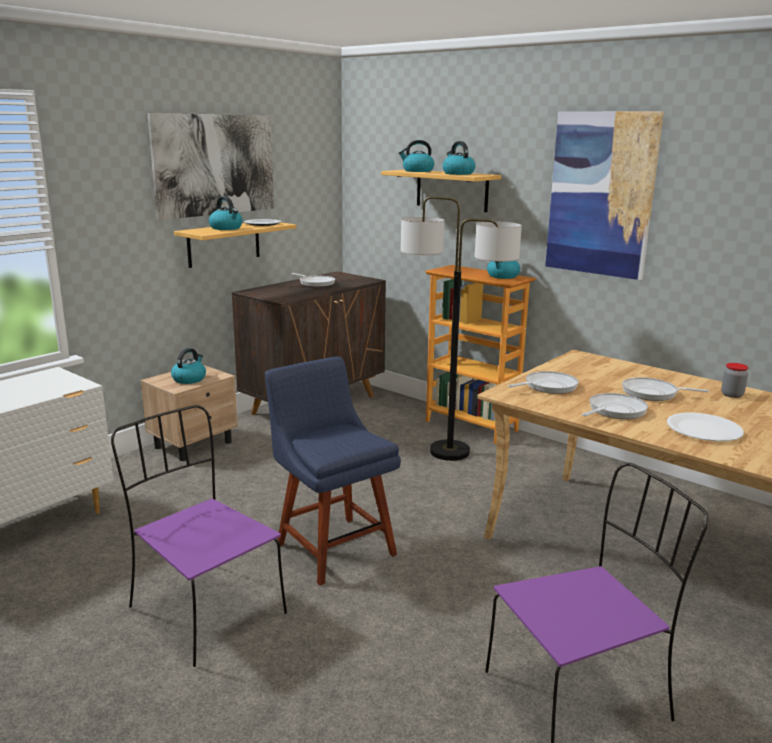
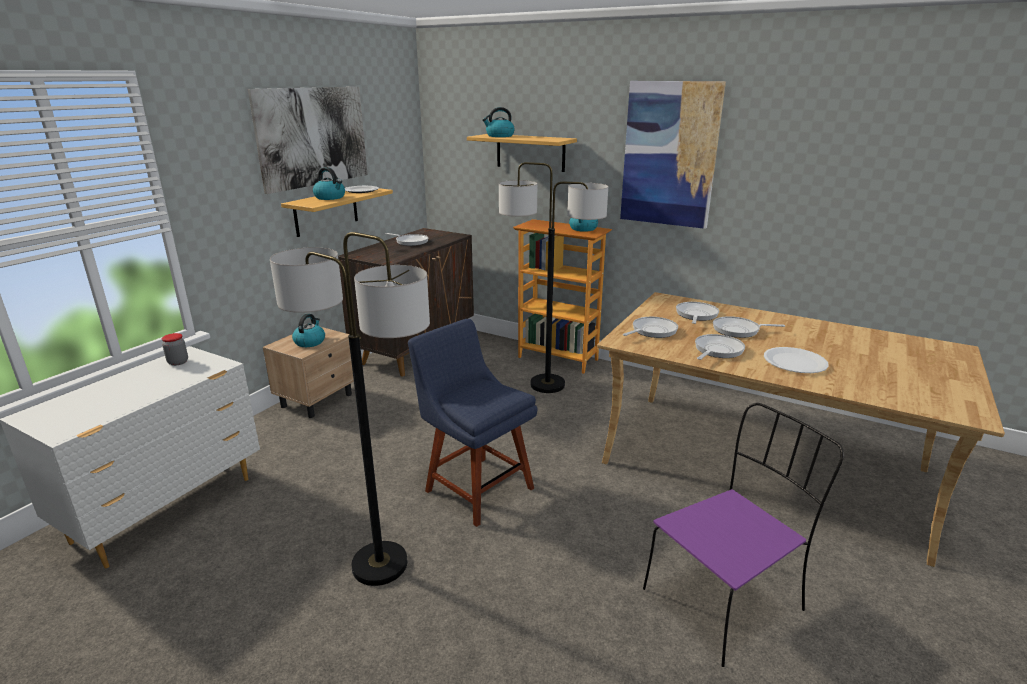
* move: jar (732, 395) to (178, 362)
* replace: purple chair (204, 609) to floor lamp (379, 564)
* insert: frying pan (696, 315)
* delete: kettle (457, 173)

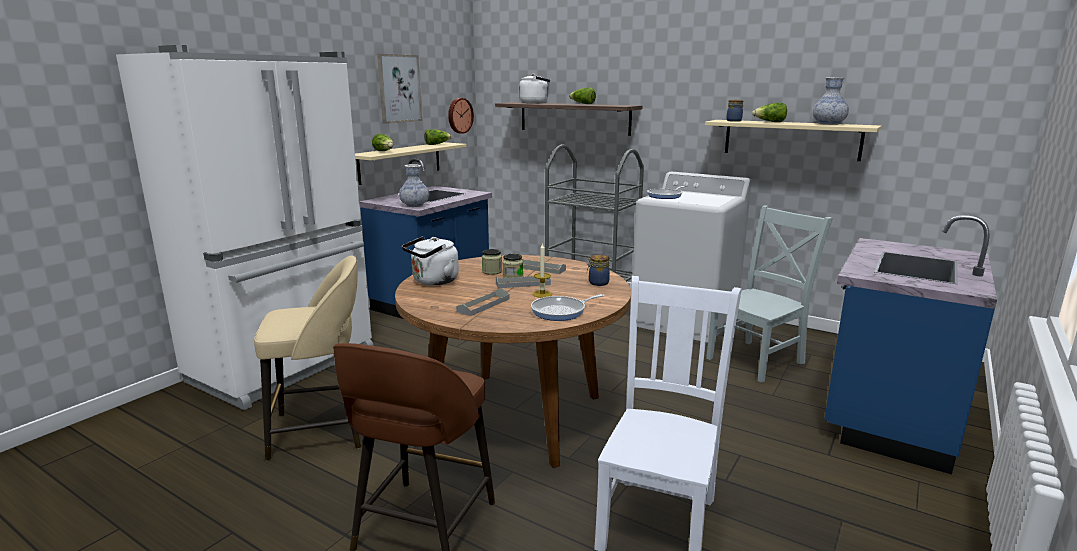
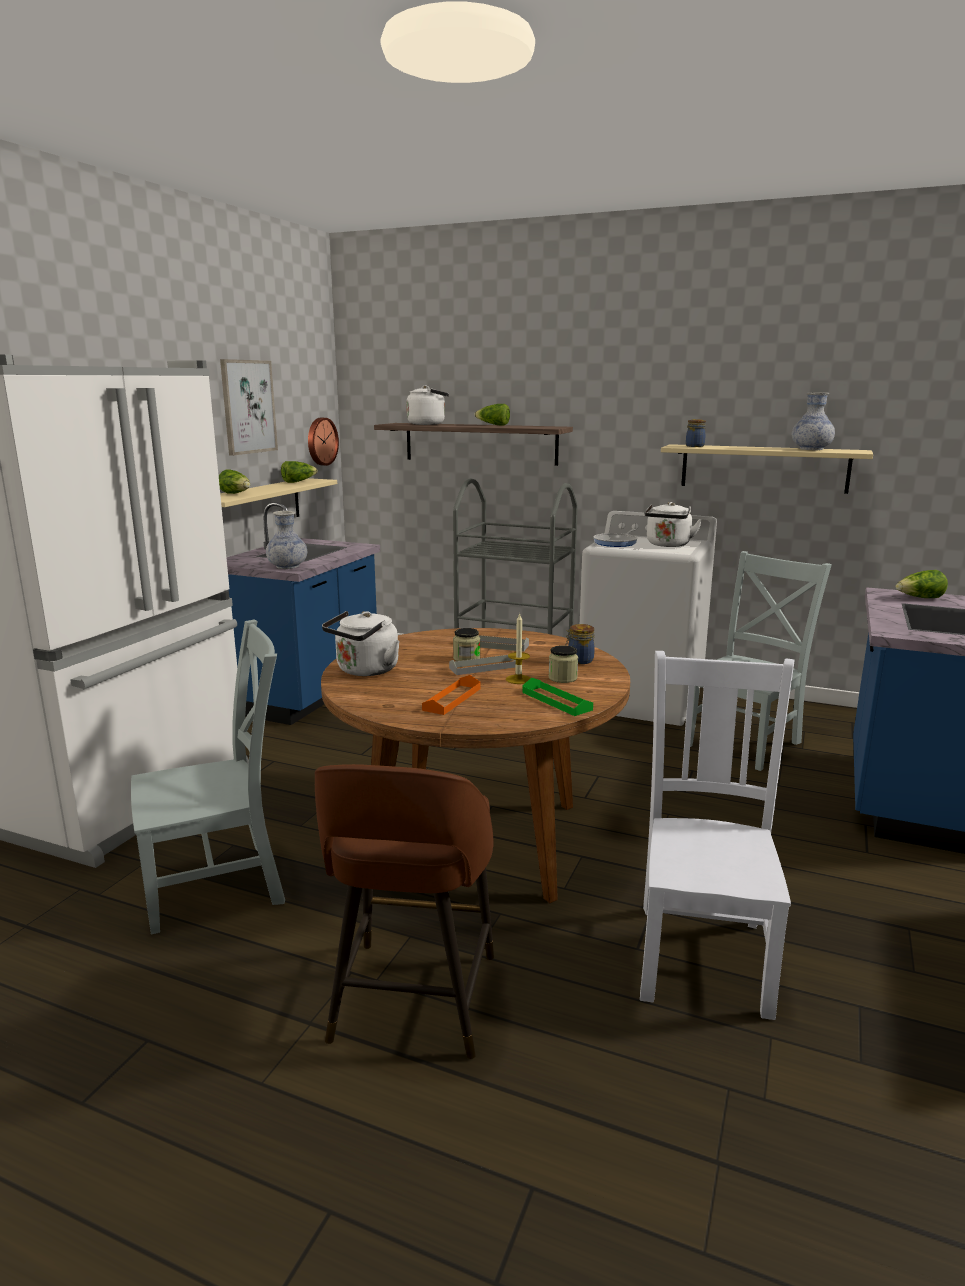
* replace: beige stool (322, 430) to grey chair (221, 885)
* recolor: grey tray (483, 305) to orange tray (452, 699)
* replace: frying pan (561, 311) to green tray (556, 701)
* move: jar (492, 271) to (562, 678)
* insert: white kettle (668, 545)
* move: lettuce (769, 122) to (919, 598)

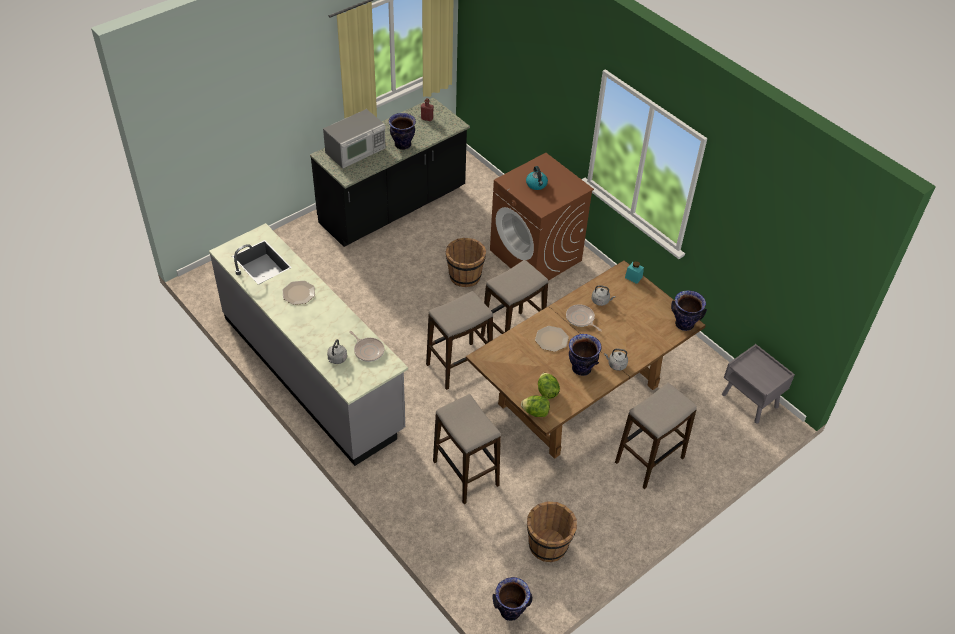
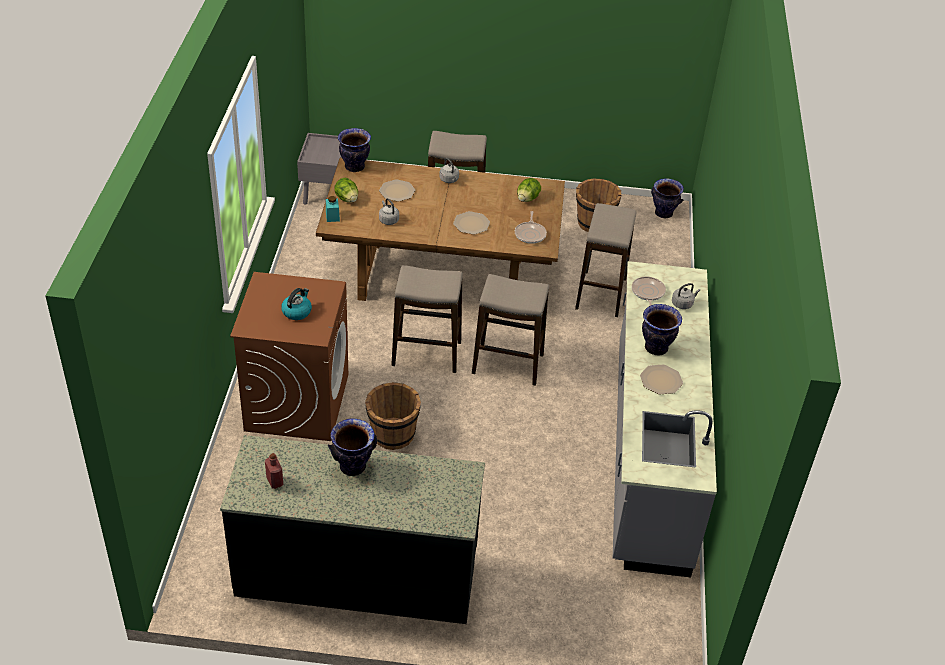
* move: lettuce (535, 412) to (347, 199)
* insert: plate (397, 191)
* move: frying pan (581, 319) to (530, 234)
* move: vase (581, 368) to (655, 348)
* delete: microwave (356, 151)

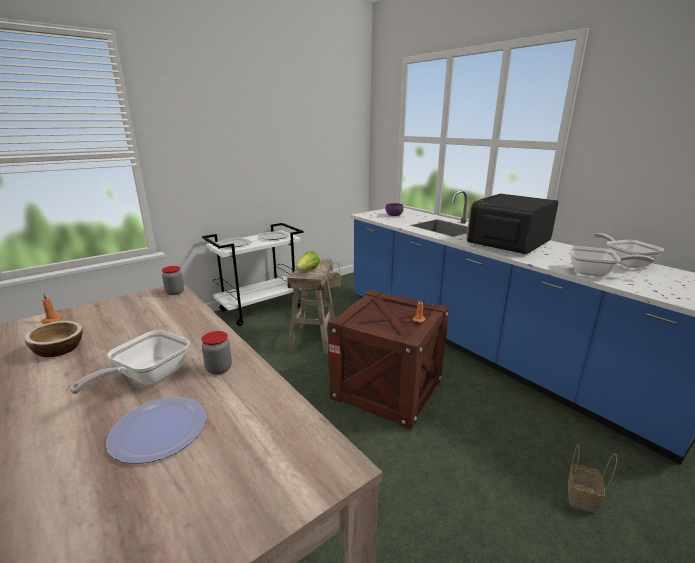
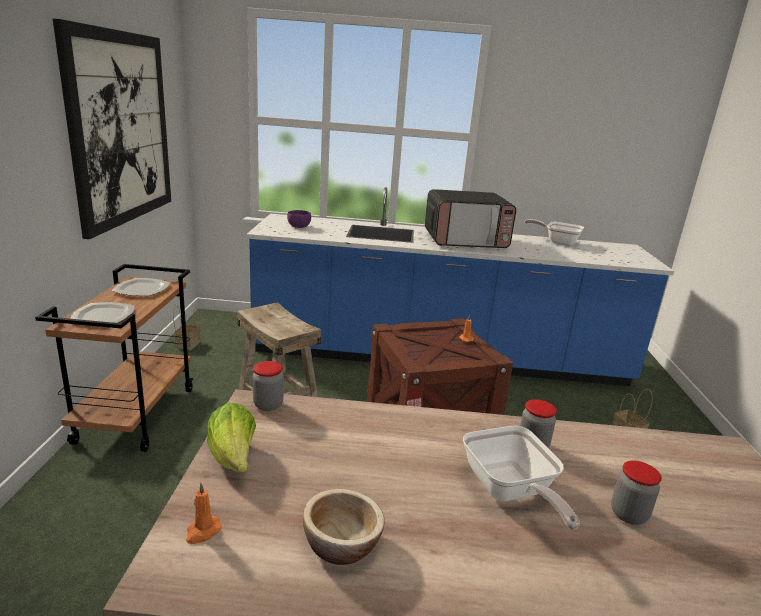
* recolor: white cart (261, 308) to brown cart (136, 414)
* insert: picture (121, 129)
* move: lettuce (307, 271) to (233, 458)
* rotate: microwave (508, 243) = (465, 240) 90 degrees counterclockwise
* replace: plate (159, 430) to jar (628, 514)
* delete: frying pan (595, 273)

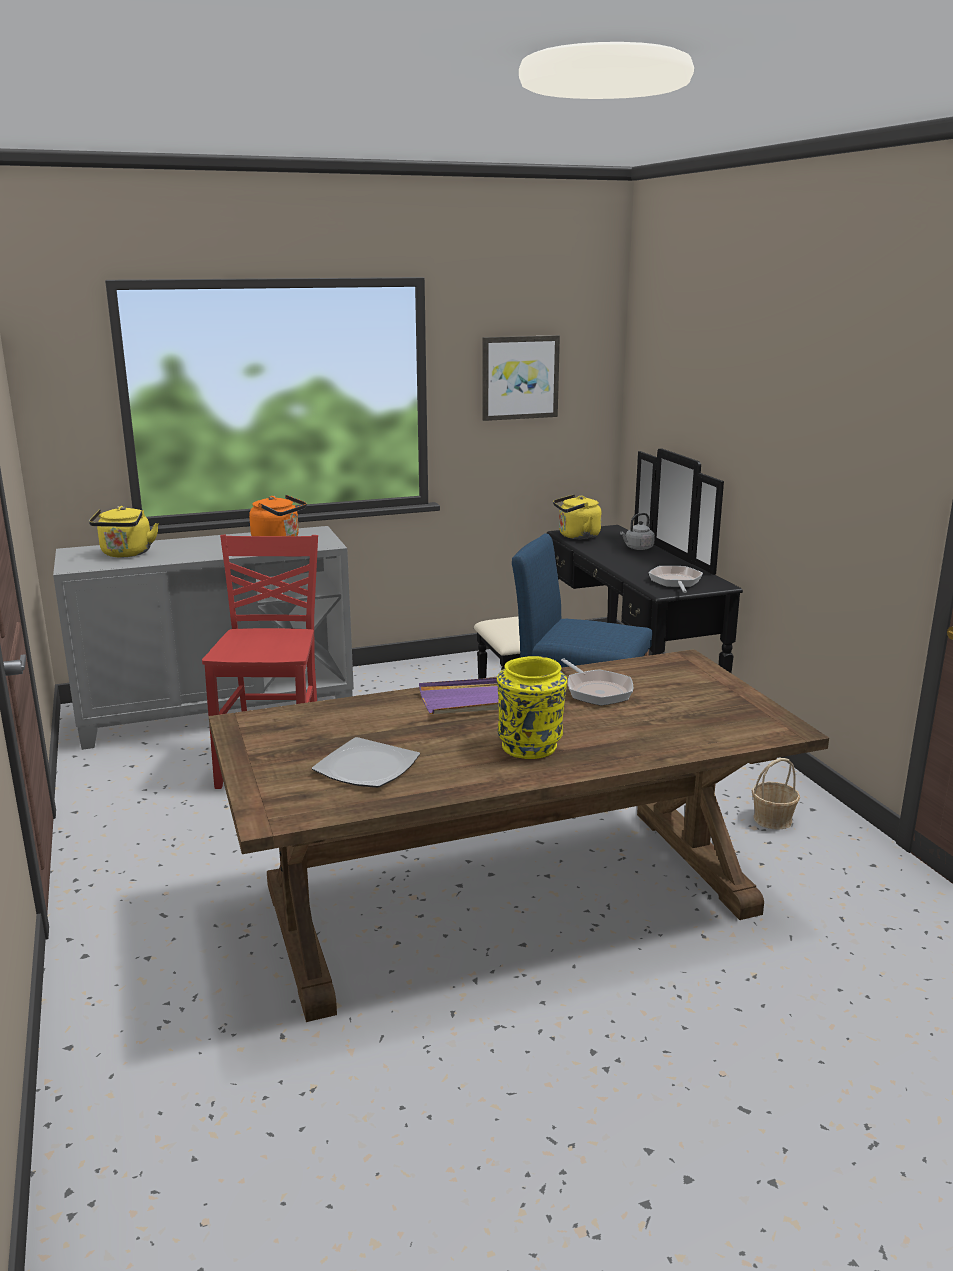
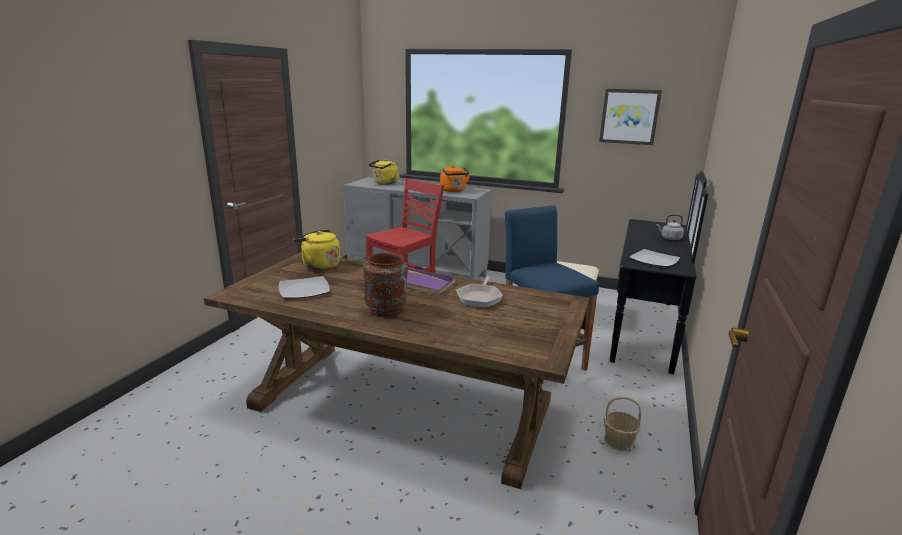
* move: yellow kettle (576, 536) to (319, 265)
* recolor: yellow vase (530, 746) to brown vase (386, 309)
* replace: frying pan (675, 582) to plate (653, 260)

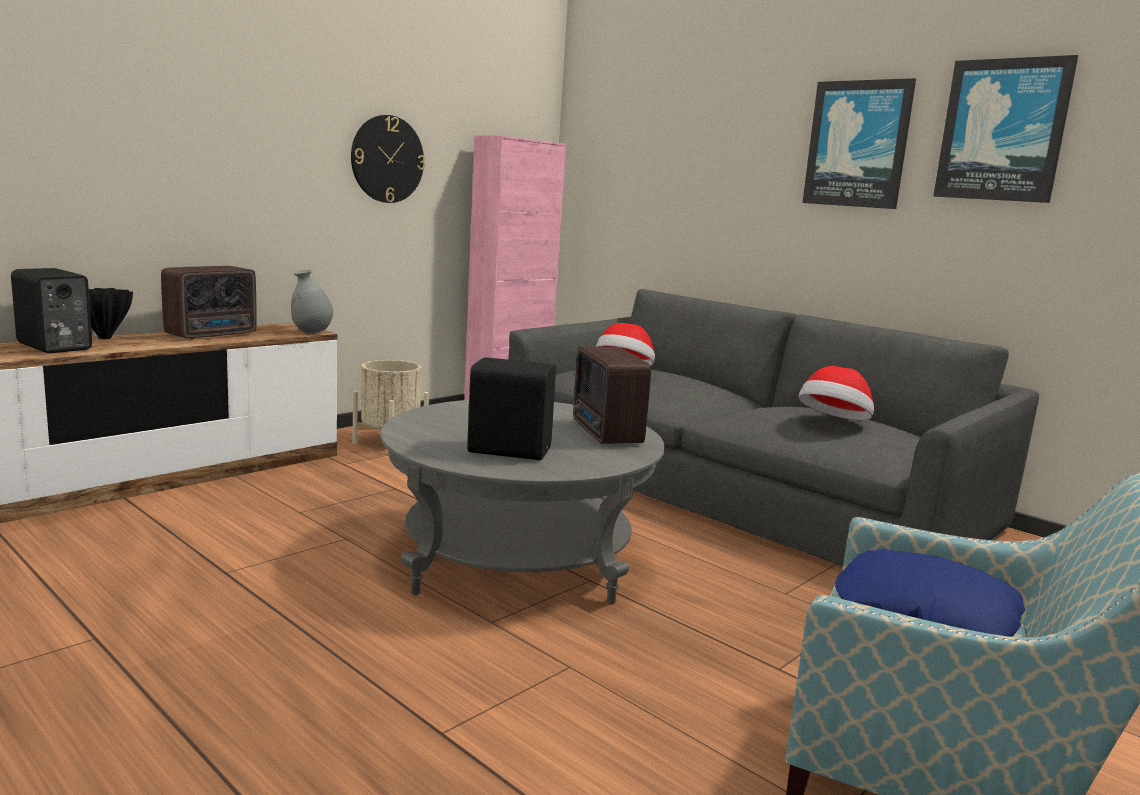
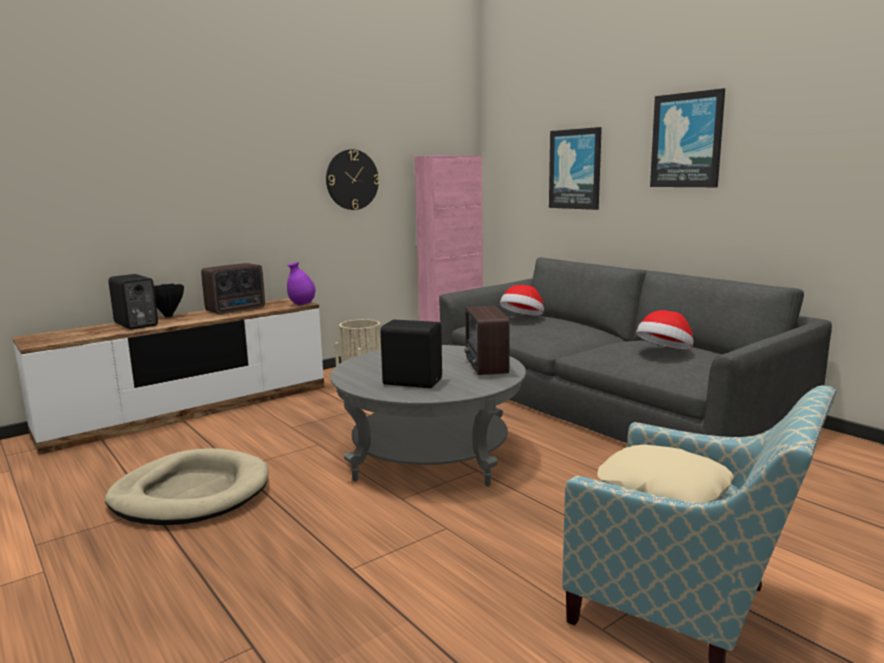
* insert: beige dog bed (191, 493)
* recolor: grey vase (312, 332) to purple vase (302, 304)
* move: picture (1002, 130) to (575, 169)
* recolor: blue pillow (924, 614) to beige pillow (662, 488)

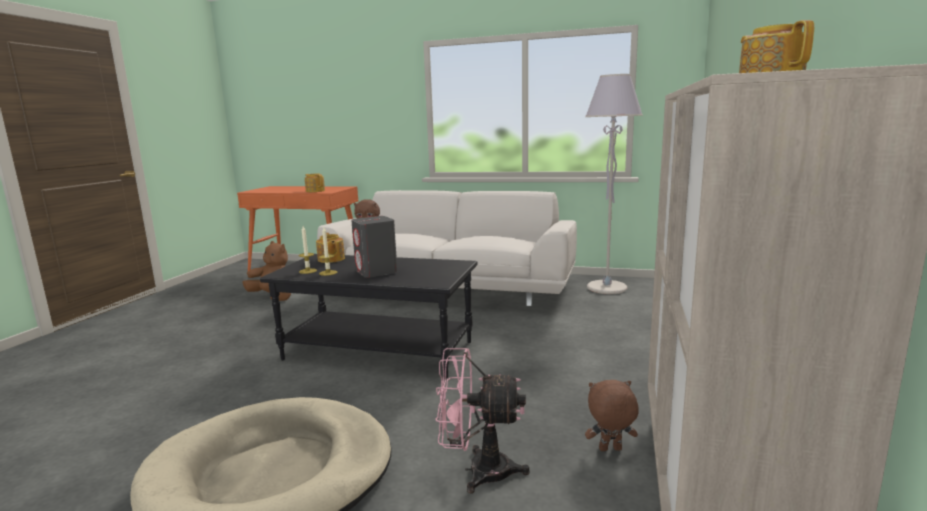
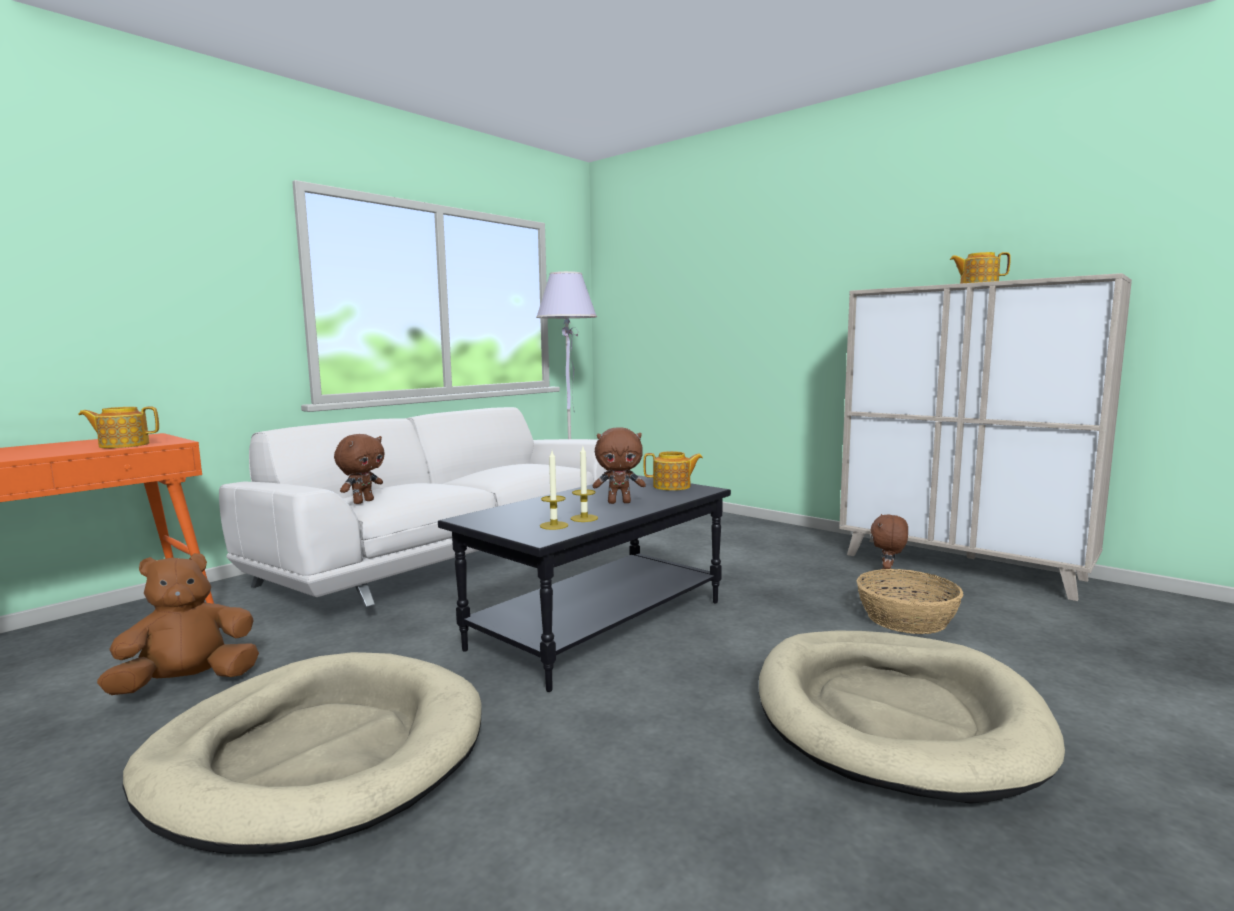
* insert: beige dog bed (318, 755)
* replace: grey speaker (376, 272) to brown plush toy (619, 502)
* move: teapot (331, 259) to (672, 486)
* replace: pink fan (478, 471) to basket (907, 619)

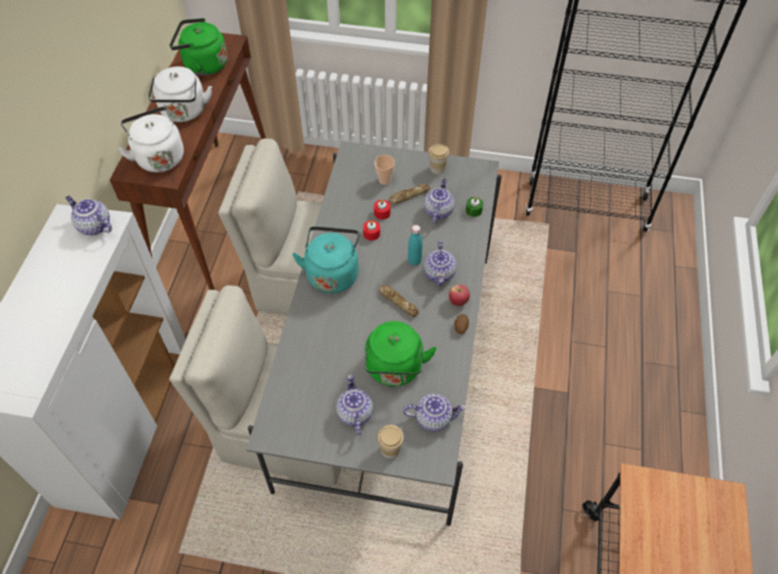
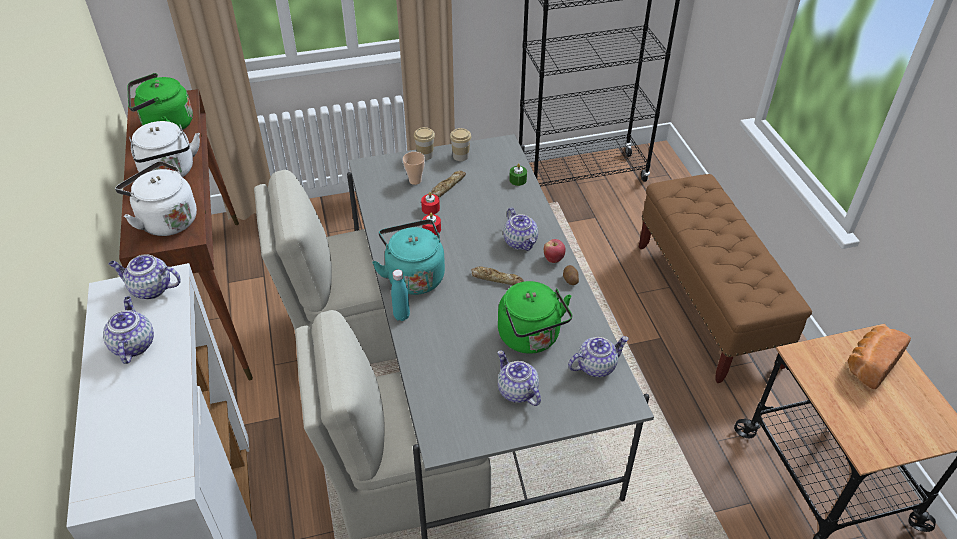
* move: teapot (438, 210) to (133, 345)
* move: turquoise bottle (414, 261) to (401, 316)
* move: cup (390, 449) to (425, 155)
* insert: brown bench (706, 304)
* insert: bread (870, 364)

